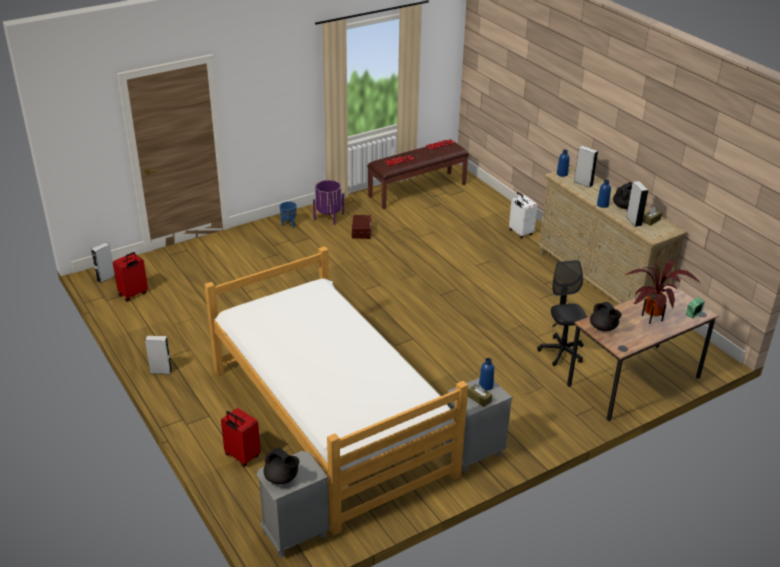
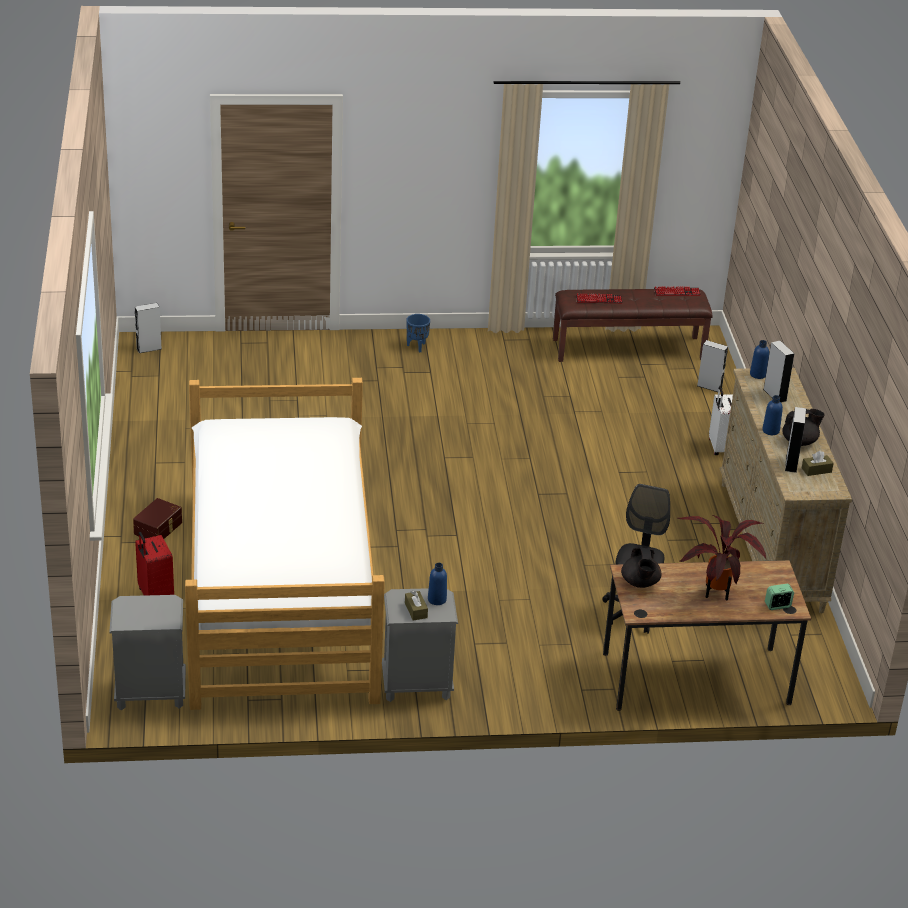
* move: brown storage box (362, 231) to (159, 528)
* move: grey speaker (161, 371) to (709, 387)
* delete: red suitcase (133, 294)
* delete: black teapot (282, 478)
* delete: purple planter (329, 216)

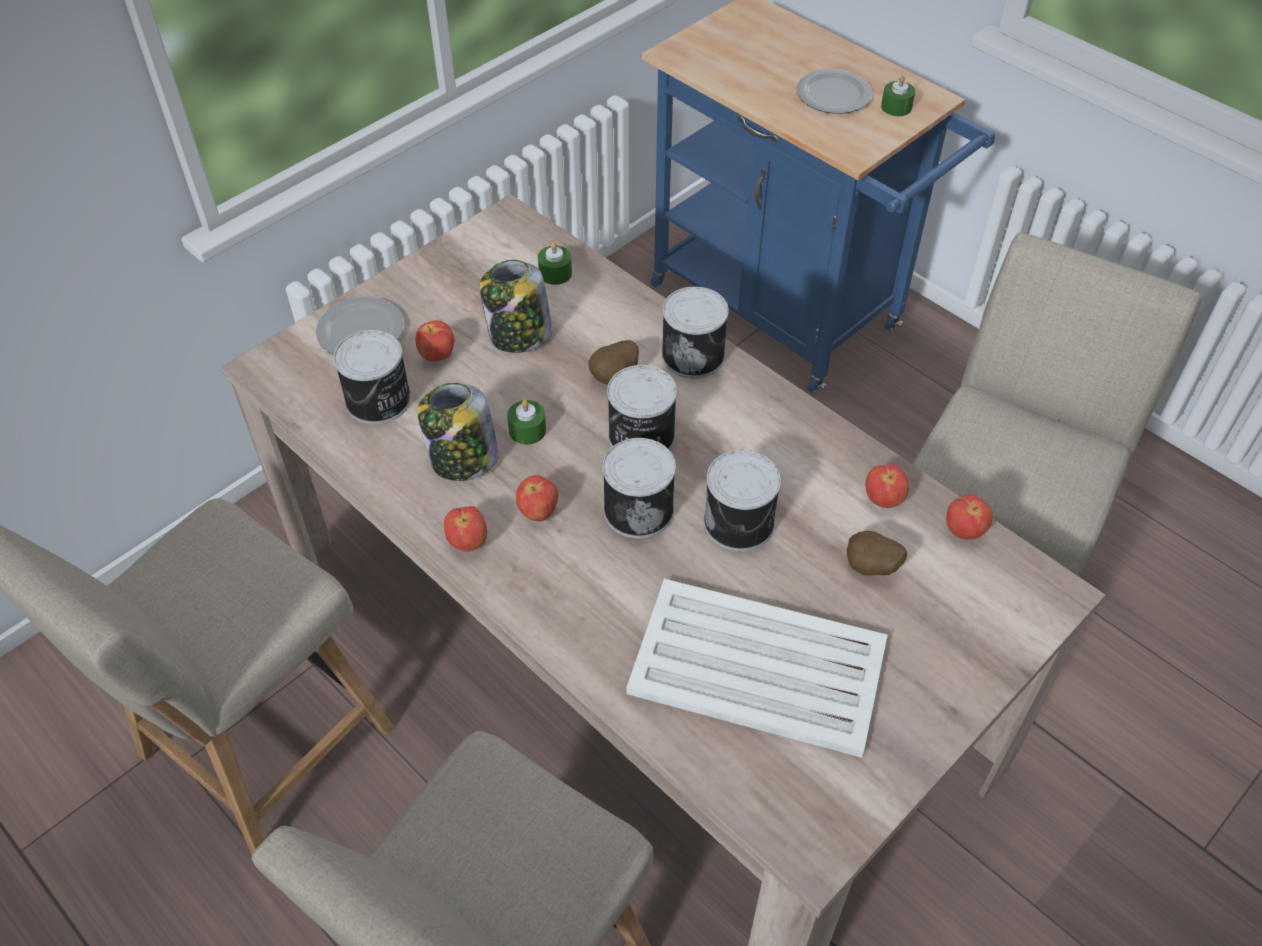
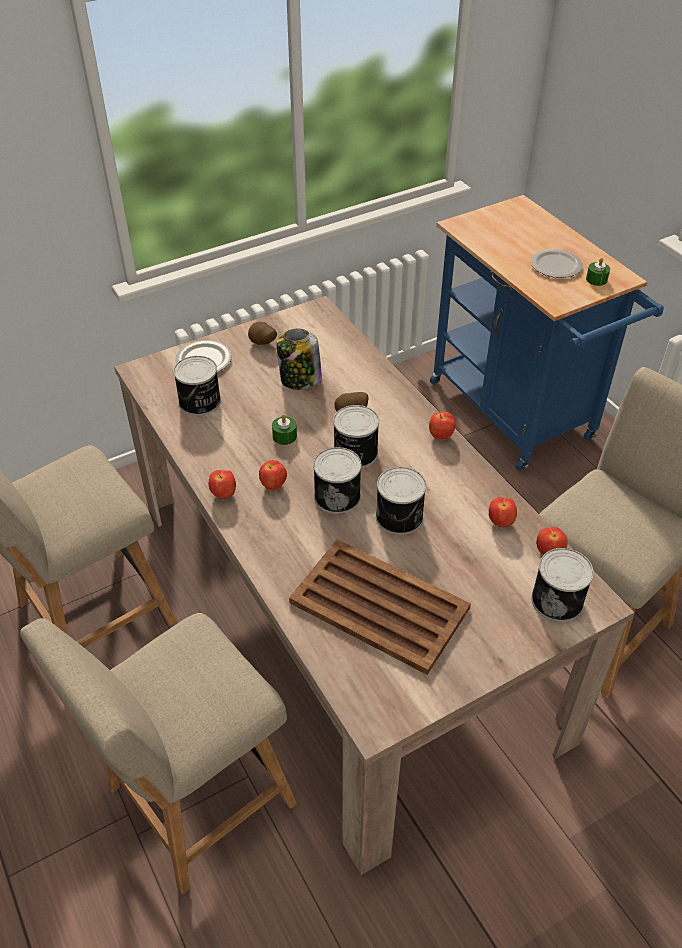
* move: potato (871, 569) to (262, 344)
* recolor: white tray (755, 666) to brown tray (378, 604)
* move: apple (437, 356) to (440, 436)
* move: can (694, 354) to (558, 599)
* delete: jar (463, 460)
* delete: green candle (555, 273)

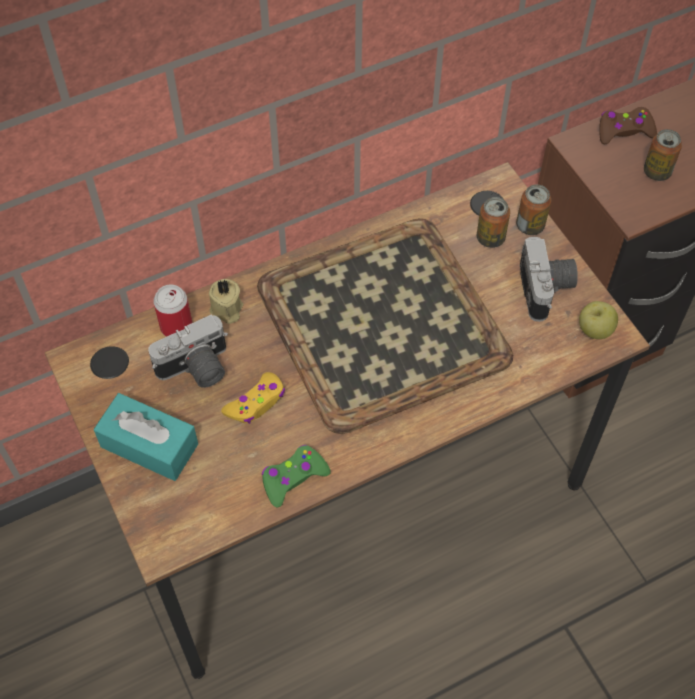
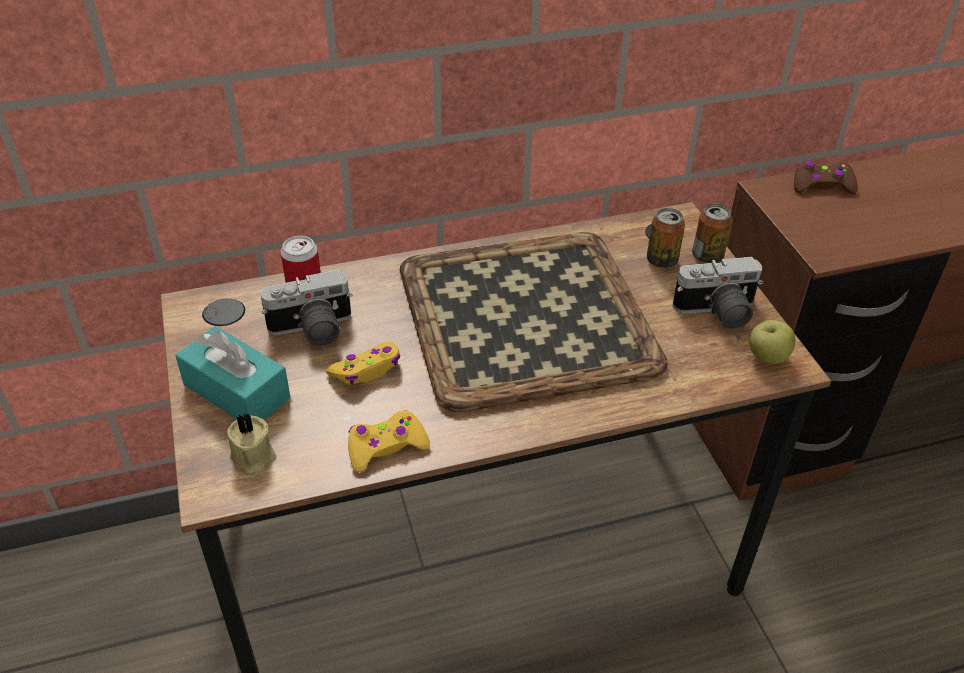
* move: beige candle (226, 310) to (252, 458)
* recolor: green game controller (293, 478) to yellow game controller (386, 447)
* rotate: photo camera (547, 290) = (717, 313) 75 degrees clockwise
* delete: can (657, 172)

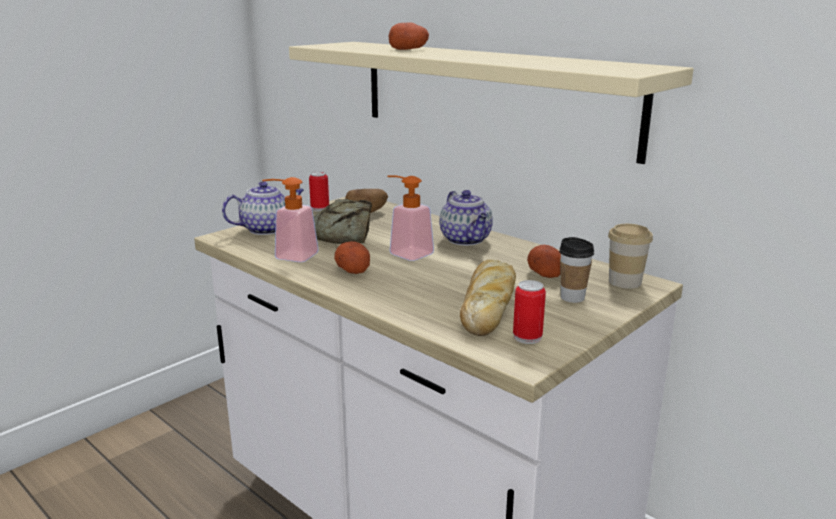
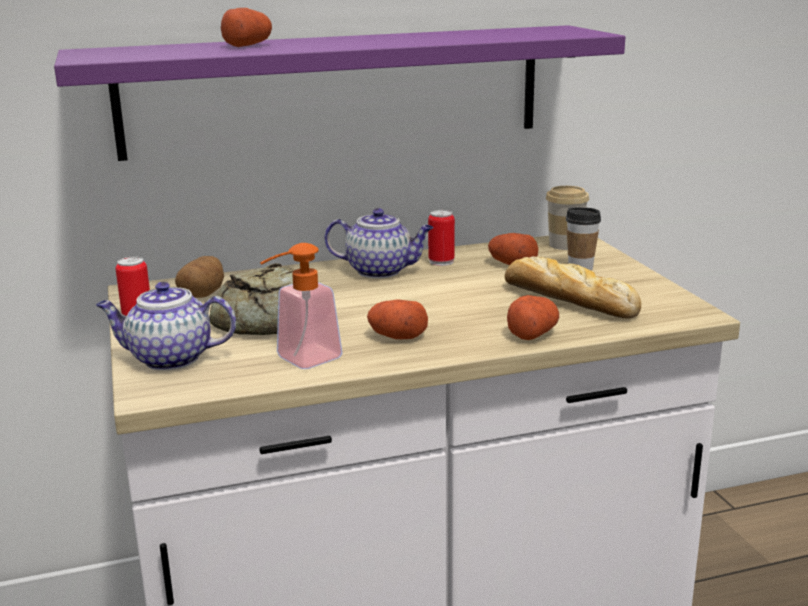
* recolor: beige shelf (490, 95) to purple shelf (335, 90)
* rotate: teapot (267, 229) = (169, 359) 90 degrees counterclockwise
* move: can (527, 337) to (441, 261)
* insert: potato (531, 333)
* delete: soap dispenser (406, 252)

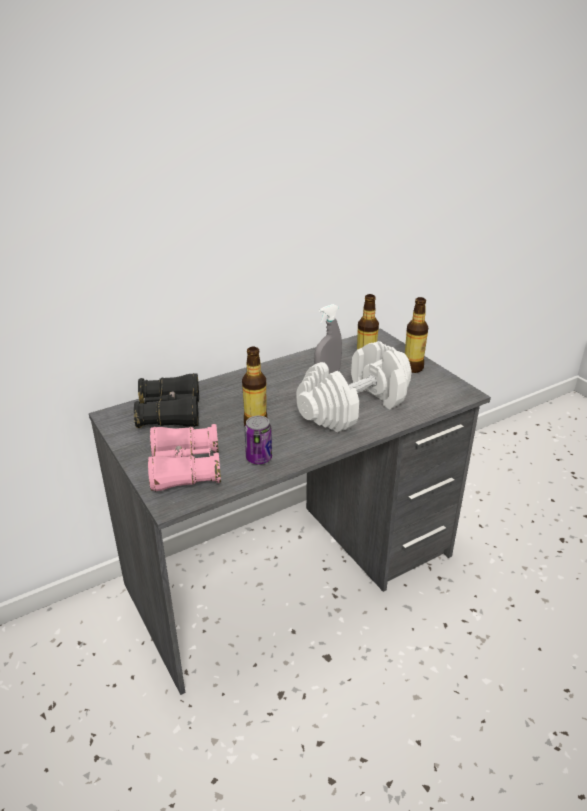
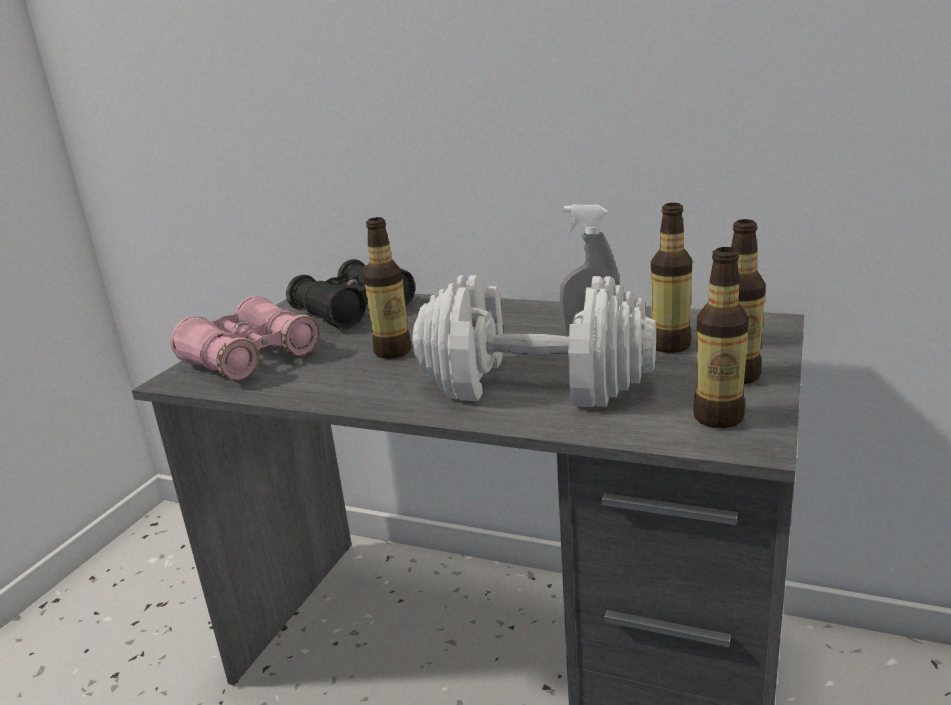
* insert: bottle (718, 418)
* delete: can (259, 458)

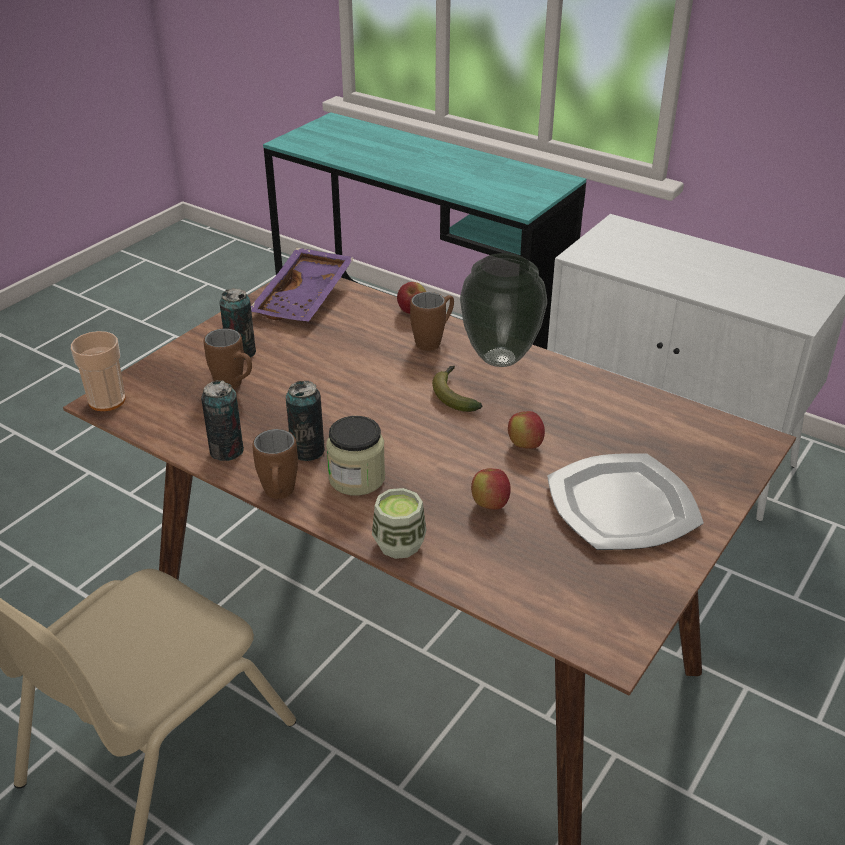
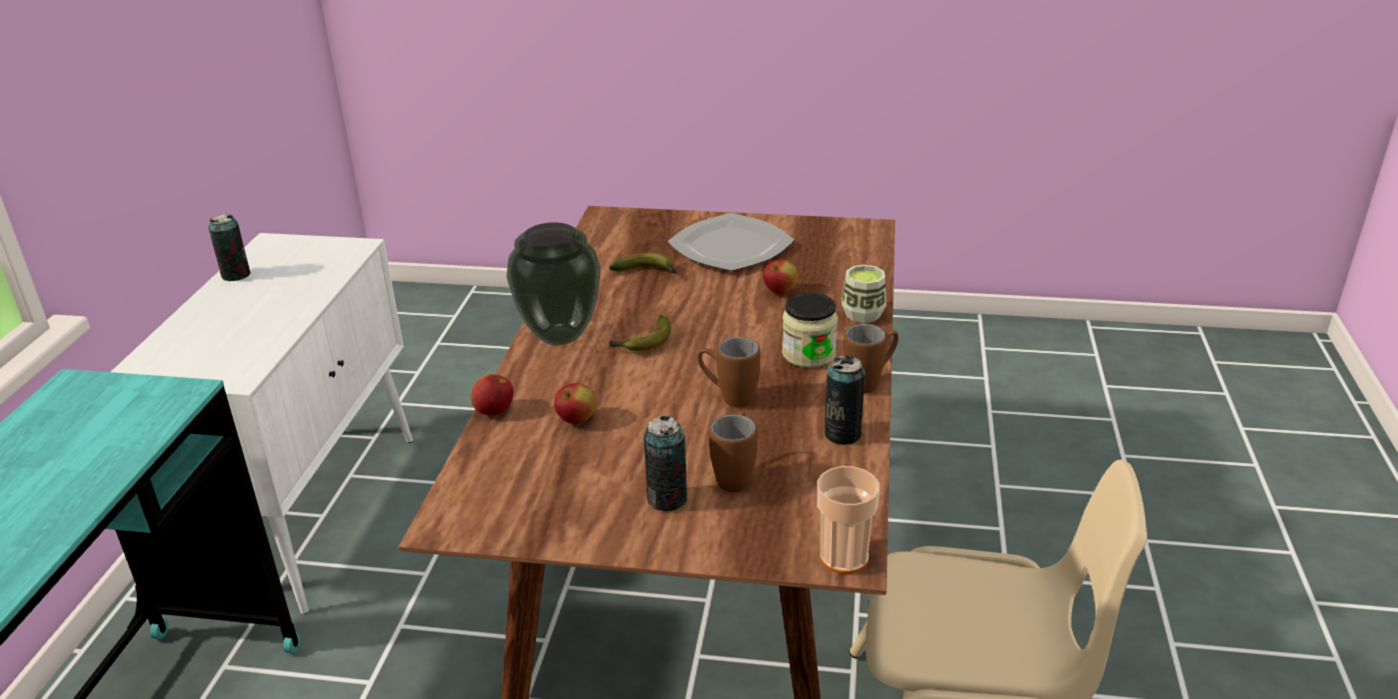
* move: can (307, 451) to (236, 275)
* move: apple (525, 445) to (577, 420)
* insert: banana (648, 272)
* move: brown mug (434, 341) to (728, 397)
* delete: purple tray (305, 298)

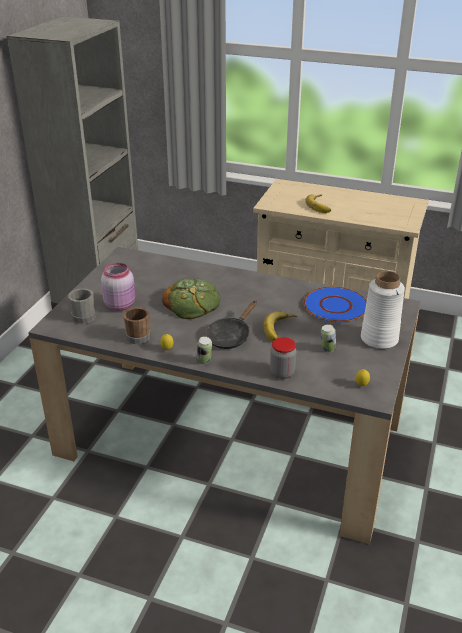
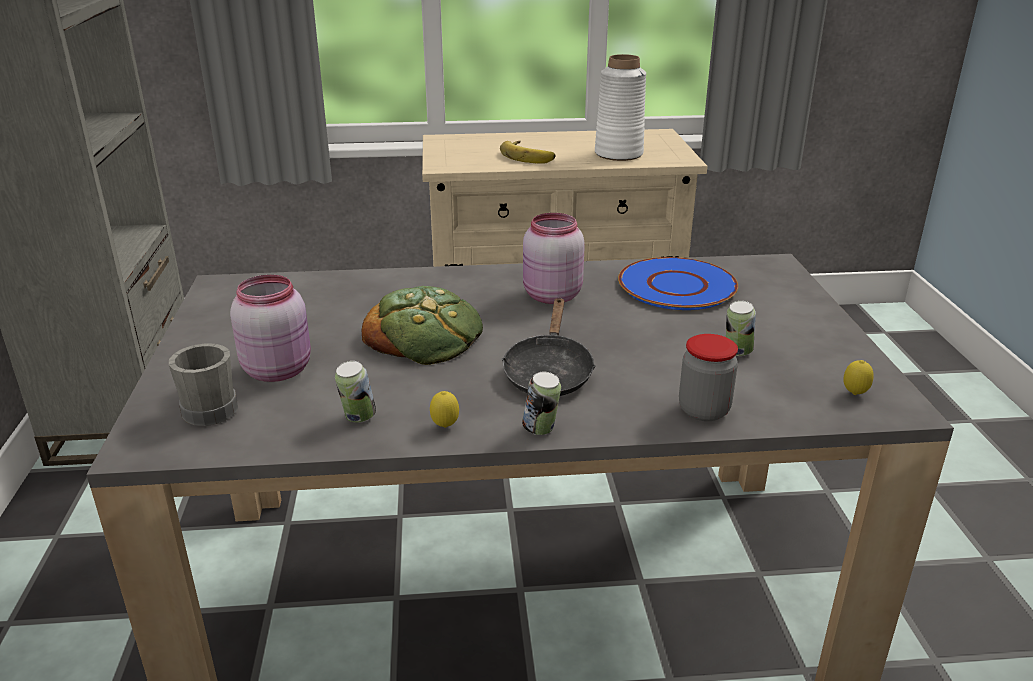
* replace: brown mug (136, 336) to can (358, 418)
* insert: pink jar (550, 296)
* move: white vase (379, 339) to (618, 154)
* delete: banana (280, 329)

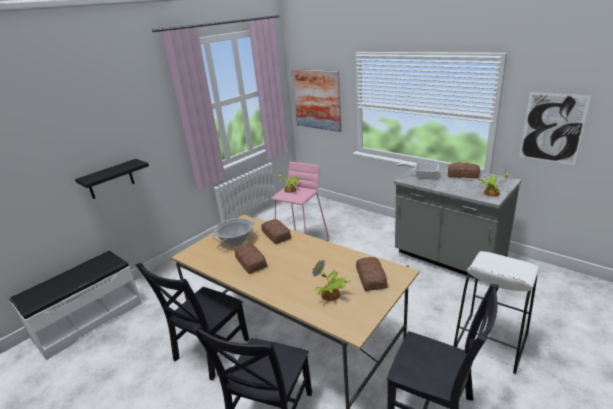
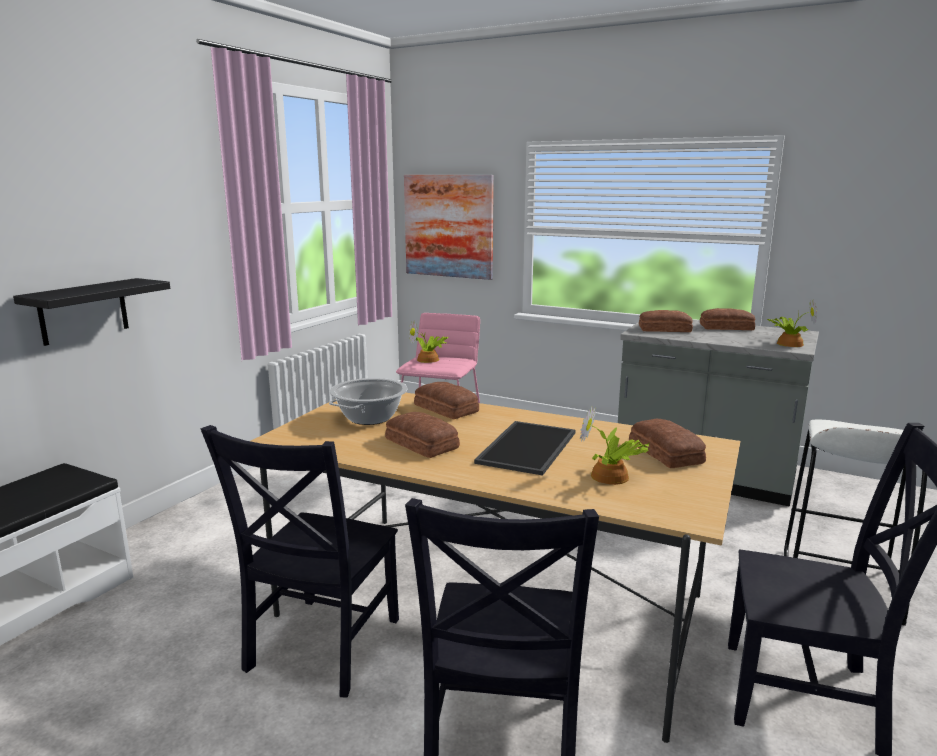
* insert: tray (529, 448)
* replace: frying pan (422, 176) to bread (663, 329)
* delete: picture (552, 128)

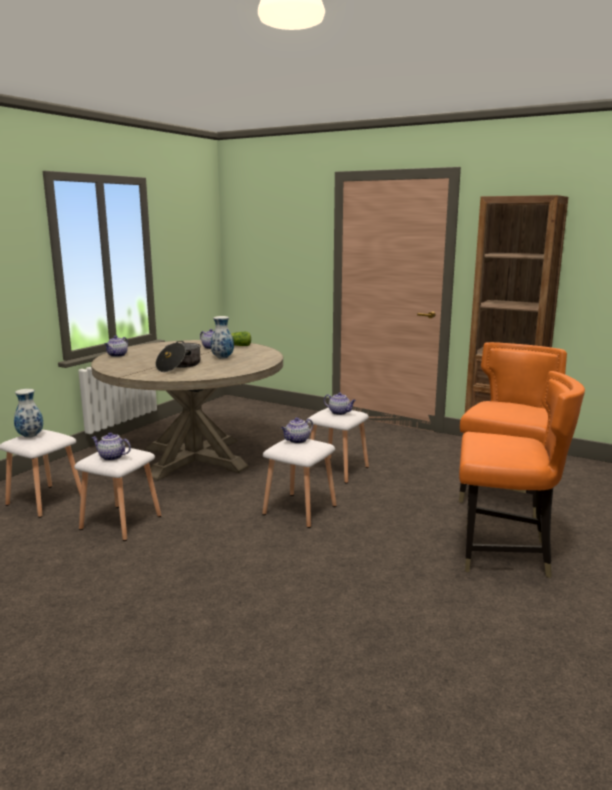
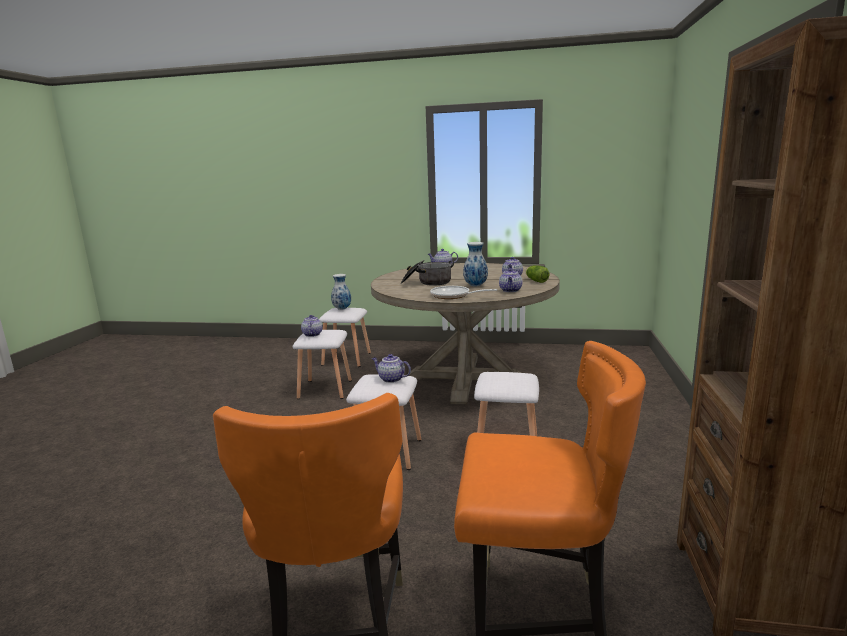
* insert: frying pan (453, 296)
* move: teapot (340, 412) to (510, 290)

